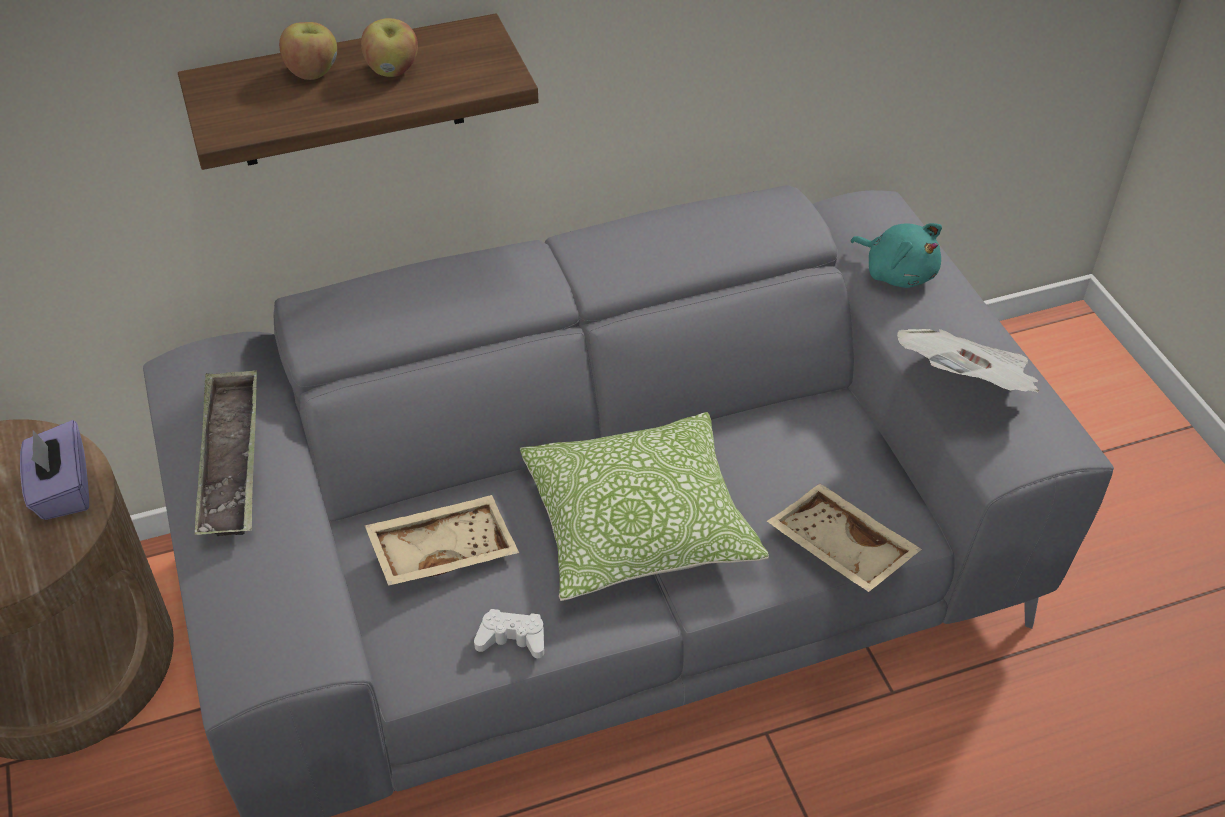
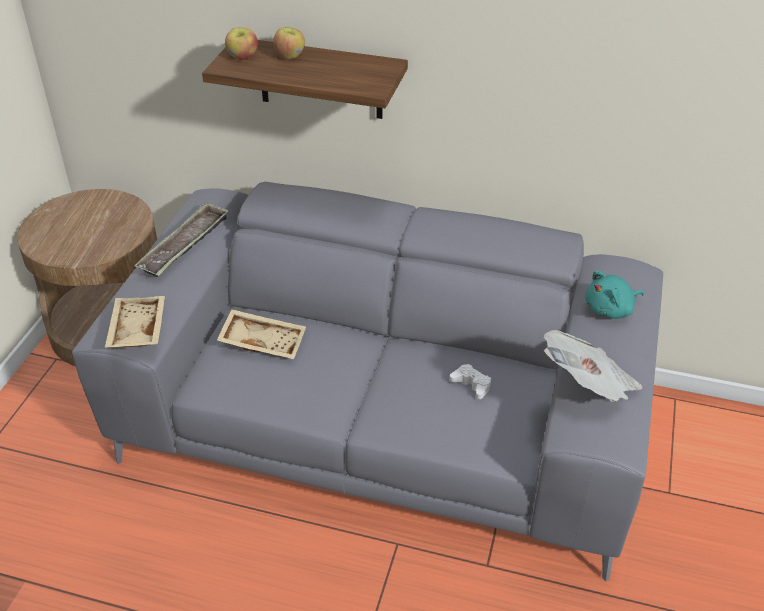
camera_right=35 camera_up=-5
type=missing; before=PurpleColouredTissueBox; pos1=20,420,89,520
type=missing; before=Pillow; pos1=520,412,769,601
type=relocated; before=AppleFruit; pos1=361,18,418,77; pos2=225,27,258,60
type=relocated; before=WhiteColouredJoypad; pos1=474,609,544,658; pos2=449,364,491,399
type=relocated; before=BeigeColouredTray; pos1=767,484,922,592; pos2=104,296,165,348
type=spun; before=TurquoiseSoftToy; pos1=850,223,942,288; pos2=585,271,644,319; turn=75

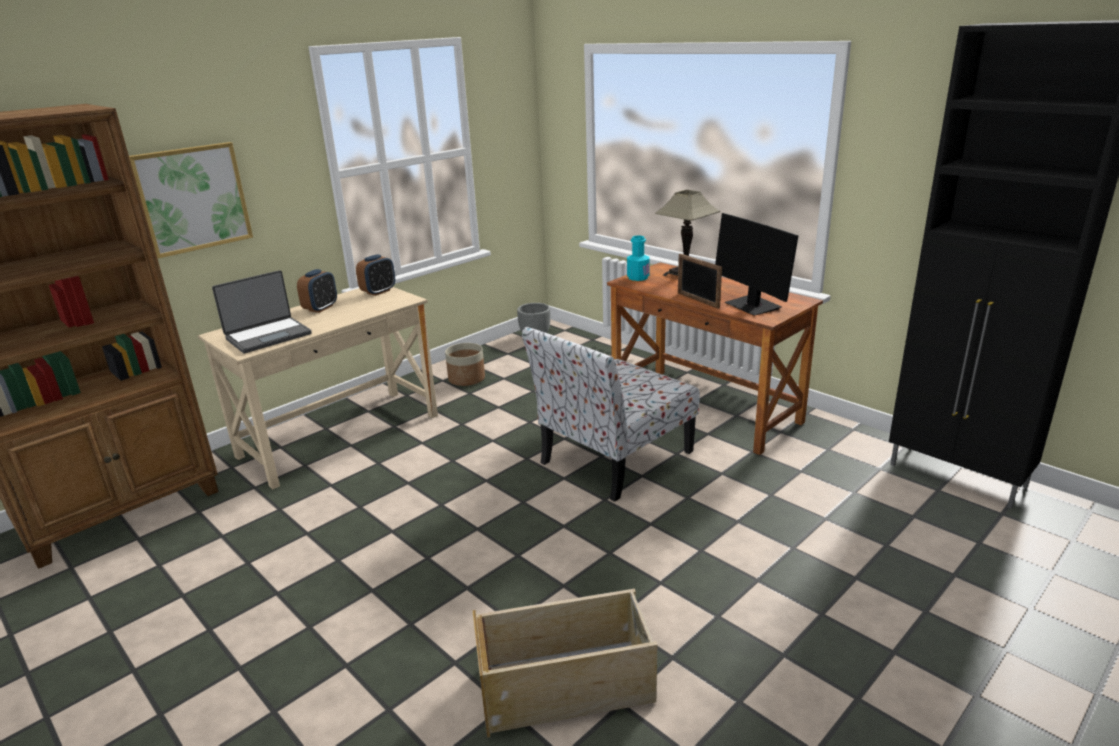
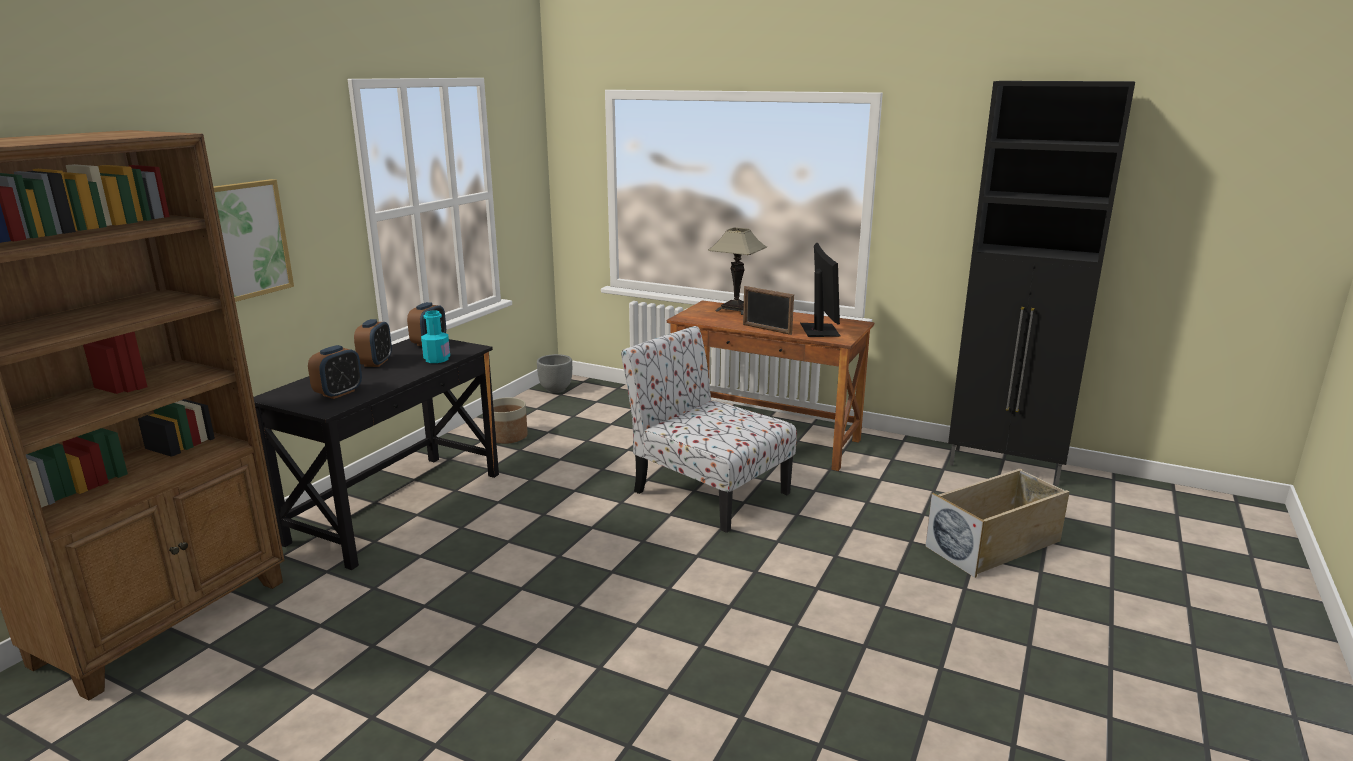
camera_right=-20 camera_up=-5
type=relocated; before=BeigeColouredStorageBin; pos1=472,589,657,738; pos2=925,468,1070,578
type=relocated; before=TurquoiseBottle; pos1=627,235,650,281; pos2=421,310,450,363
type=exchanged; before=NotebookComputer; after=BedsideClock; pos1=212,270,312,353; pos2=308,345,362,399
type=colour; before=BeigeColouredDeskUnit; after=BlackDeskUnit; pos1=198,287,438,489; pos2=253,338,499,570
type=spun; before=PlainChair; pos1=522,327,700,502; pos2=621,326,797,533; turn=105
type=spun; before=Monitor; pos1=715,213,798,316; pos2=800,243,840,337; turn=-135

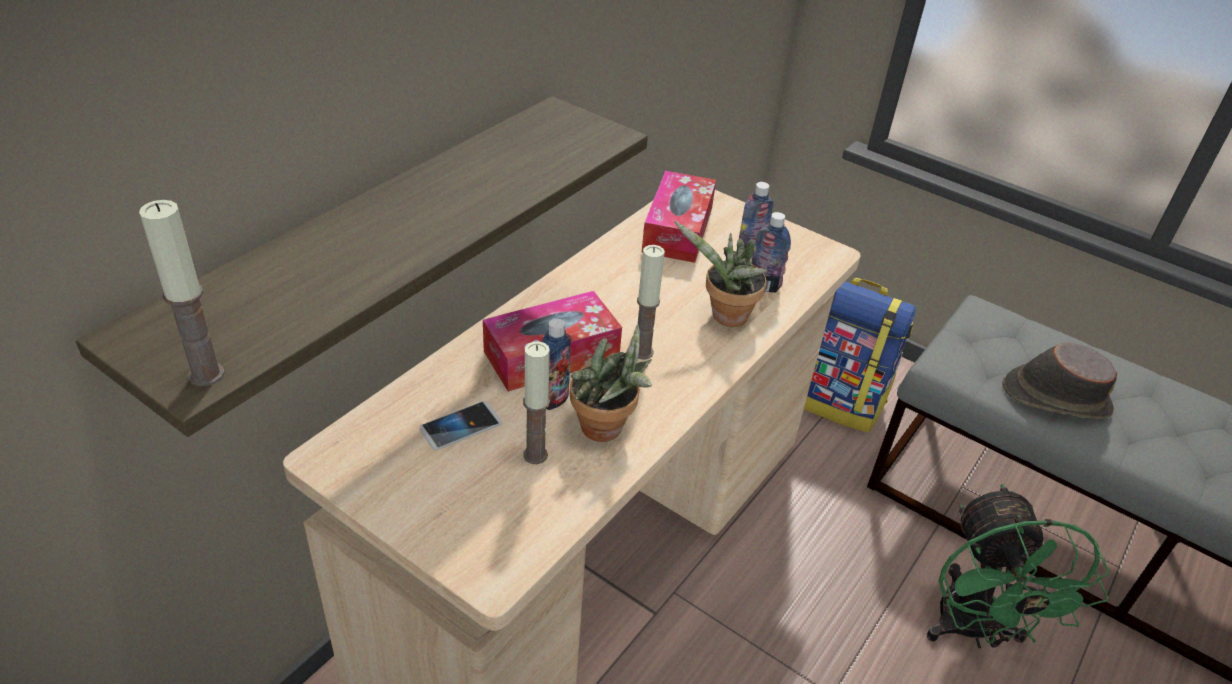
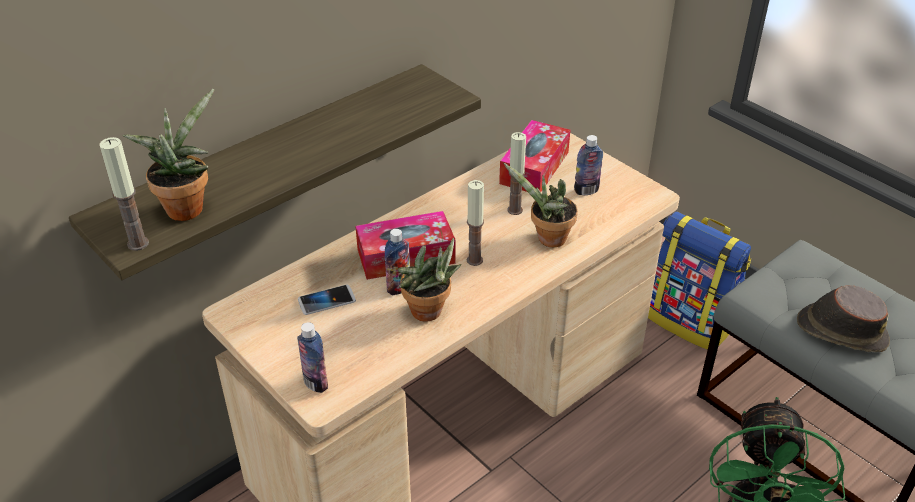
camera_right=15 camera_up=0
type=appeared; after=PlantInAPot; pos2=123,89,214,221
type=relocated; before=Candle; pos1=523,341,550,464; pos2=507,132,526,215
type=relocated; before=Bottle; pos1=752,212,791,293; pos2=297,322,328,393

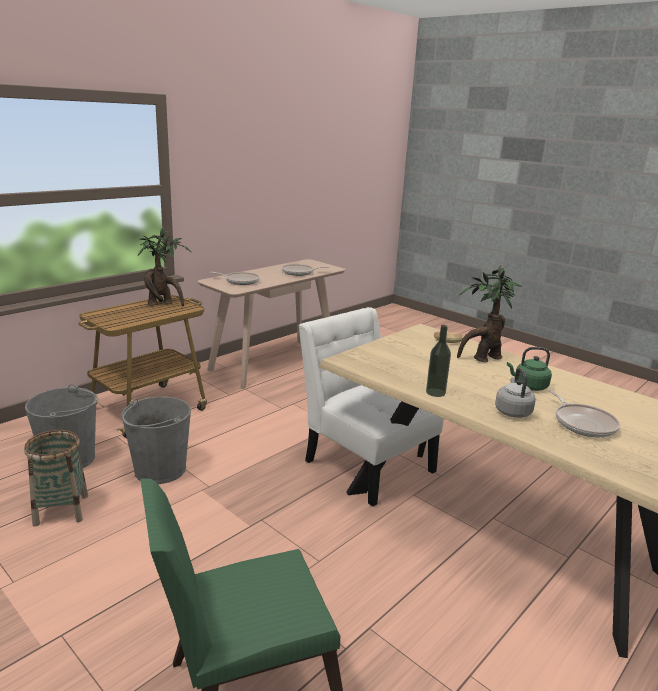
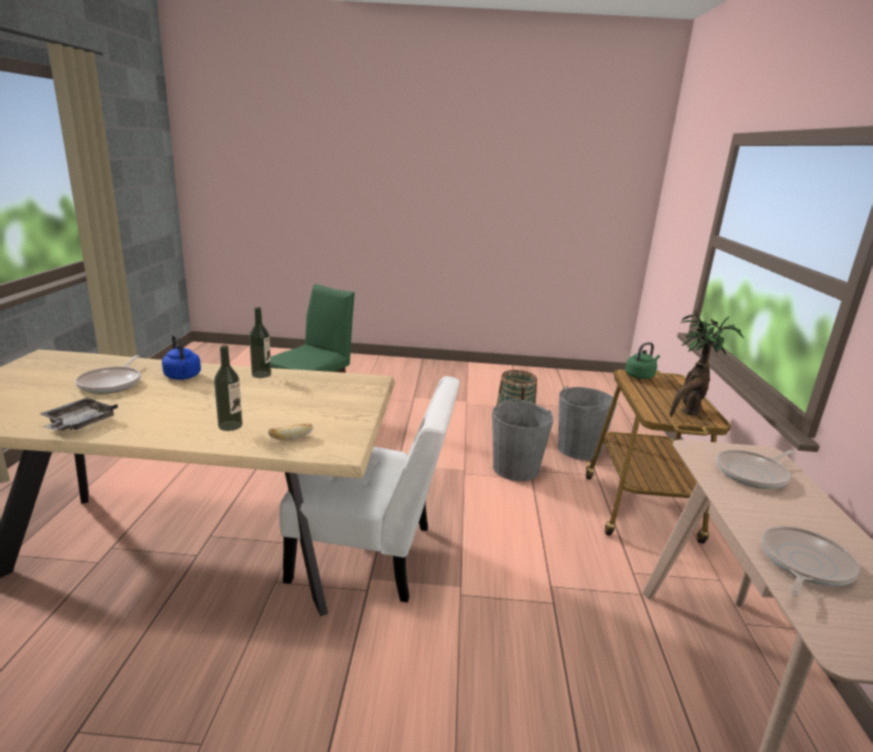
camera_right=140 camera_up=0
type=appeared; after=GreyTray; pos2=40,397,118,431
type=relocated; before=GreenKettle; pos1=507,347,552,391; pos2=625,342,660,379
type=exchanged; before=PlantInAPot; after=Bottle; pos1=457,265,522,362; pos2=214,345,242,431
type=colour; before=GreyKettle; after=BlueColouredKettle; pos1=495,368,536,418; pos2=162,334,201,380
type=spun; before=Skillet; pos1=547,389,620,437; pos2=75,355,141,394; turn=-120

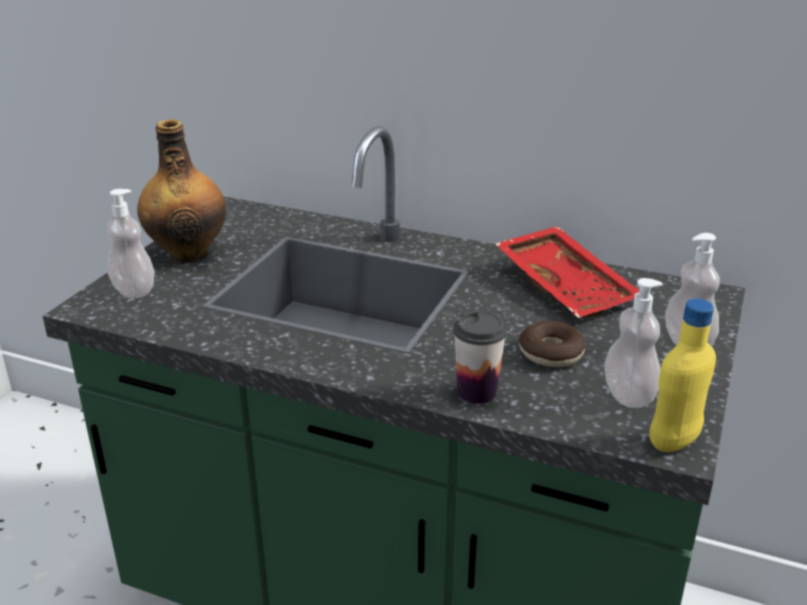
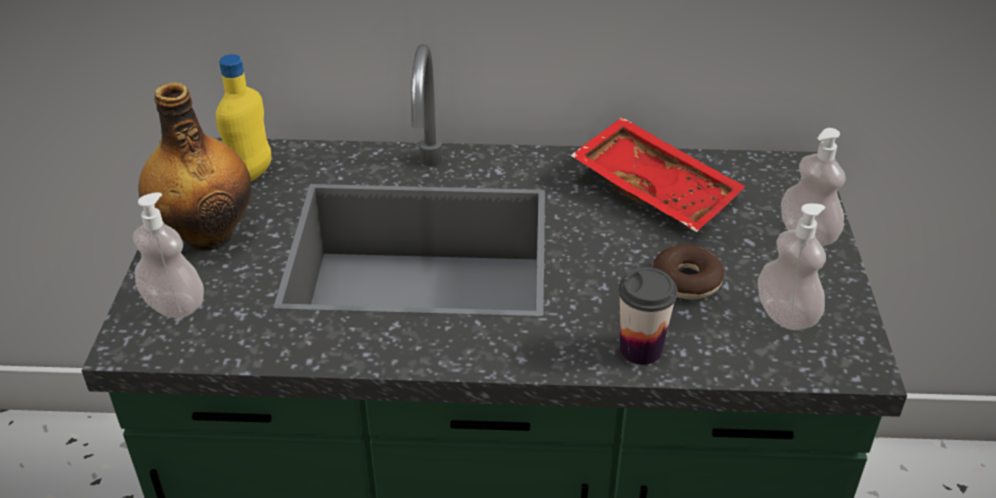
camera_right=-20 camera_up=10
type=relocated; before=YellowishBottle; pos1=649,299,716,452; pos2=216,54,272,181

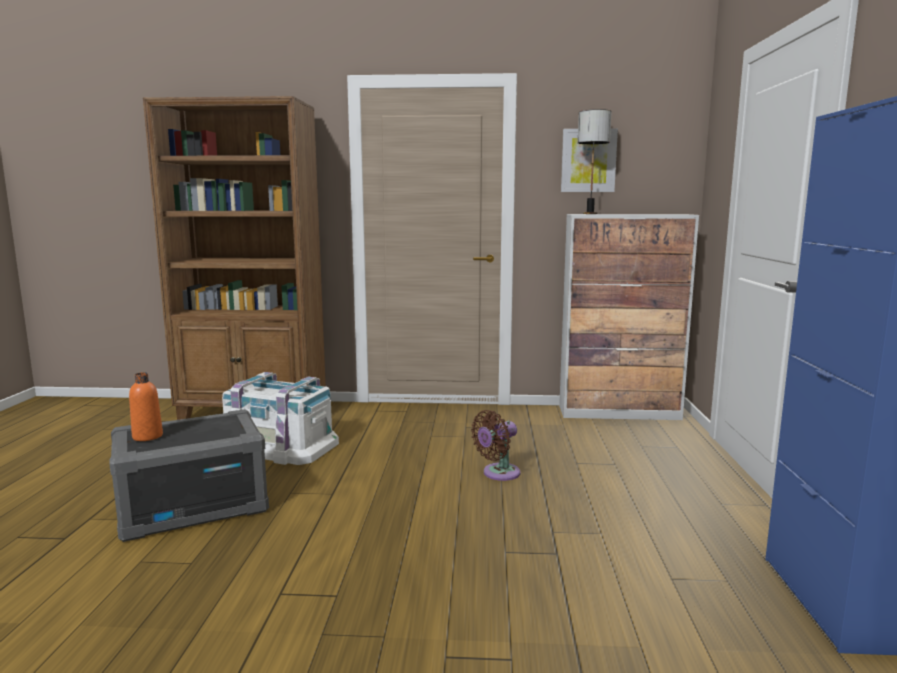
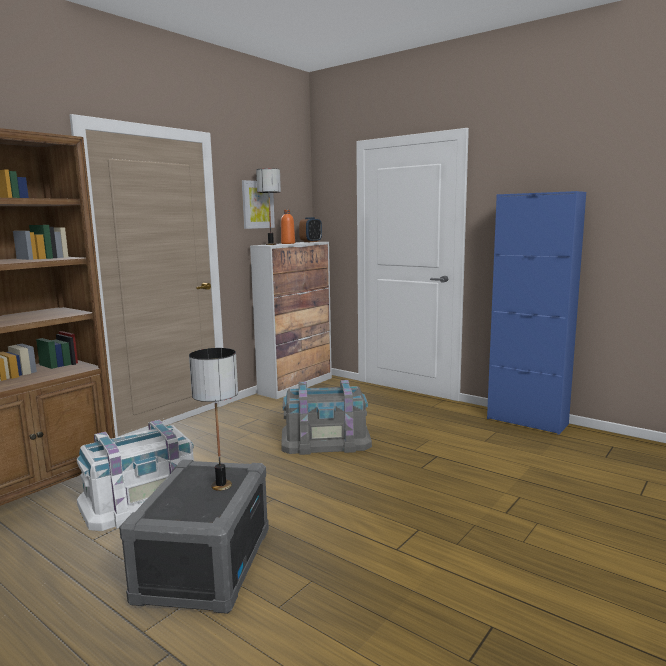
camera_right=-55 camera_up=0
type=appeared; after=LampForATable; pos2=189,348,238,491
type=appeared; after=BedsideClock; pos2=299,217,322,242
type=relocated; before=OrangeBottle; pos1=129,372,163,441; pos2=281,210,295,244
type=exchanged; before=BrownColouredCoolingFan; after=GreyStorageBin; pos1=471,410,520,481; pos2=281,380,372,455

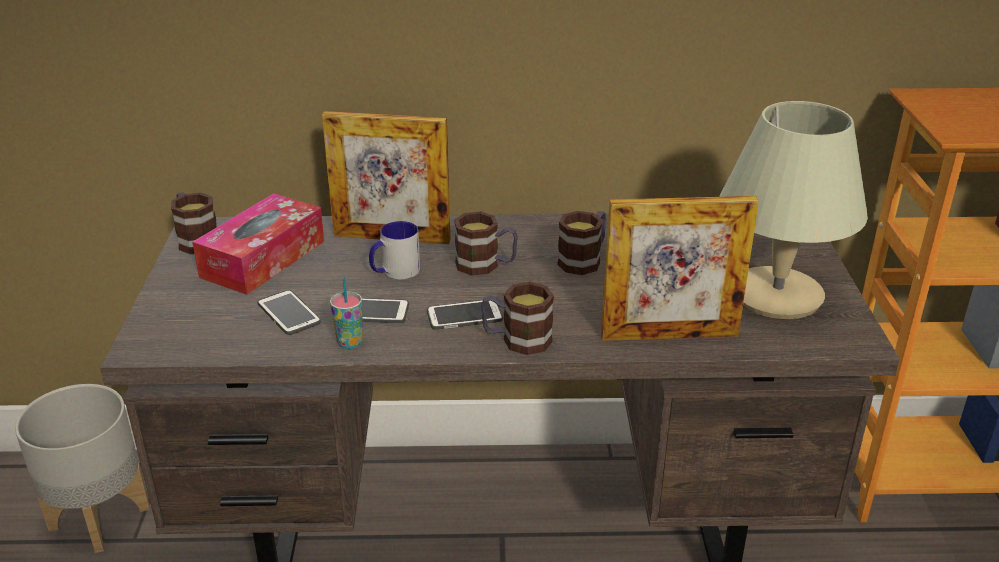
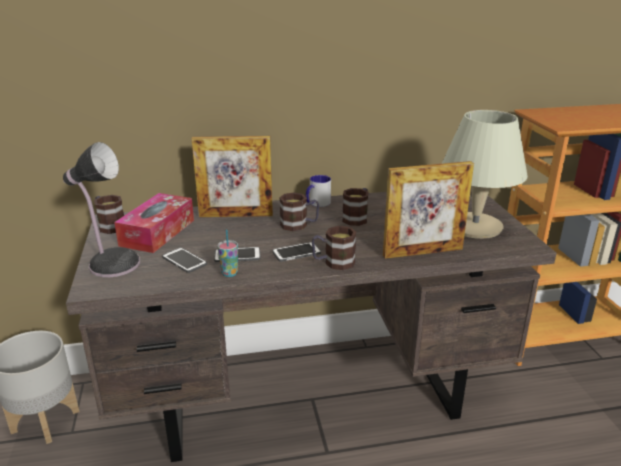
camera_right=-10 camera_up=-5
type=appeared; after=LampForATable; pos2=63,142,140,277
type=relocated; before=CoffeeMug; pos1=369,221,420,280; pos2=306,175,331,207

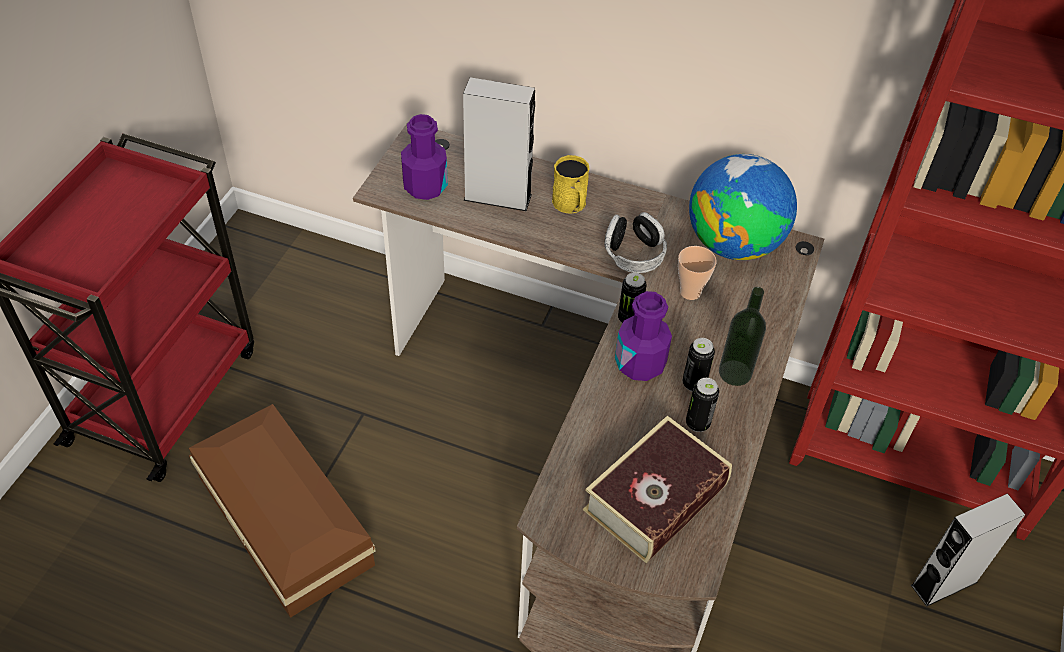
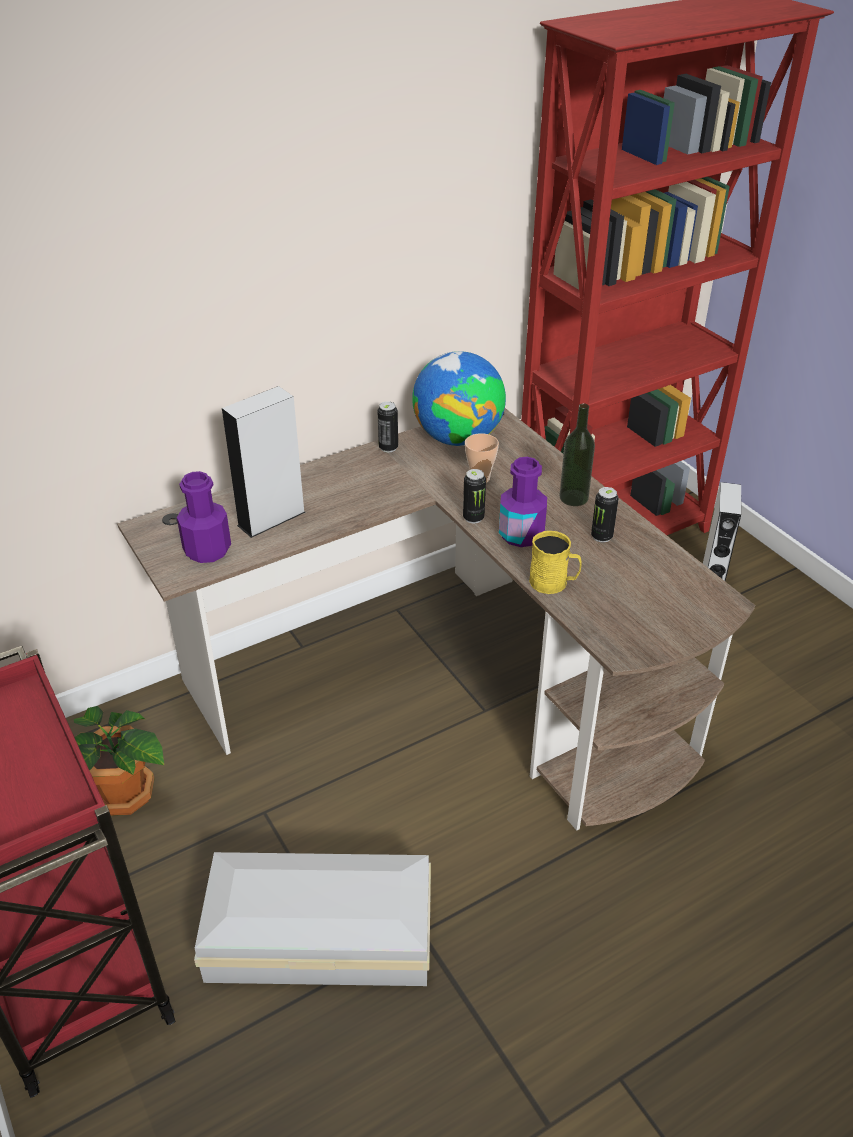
camera_right=-50 camera_up=-10
type=missing; before=BoundBook; pos1=583,416,732,564
type=missing; before=Headset; pos1=604,212,667,273
type=appeared; after=PlantInAPot; pos2=74,706,164,816
type=relocated; before=YellowishCoffeeMug; pos1=552,155,589,214; pos2=529,531,582,594
type=relocated; before=SealedCan; pos1=683,338,715,391; pos2=377,401,398,452
type=colour; before=BrownColouredStorageBin; after=WhiteColouredStorageBin; pos1=189,404,375,618; pos2=194,852,431,986

